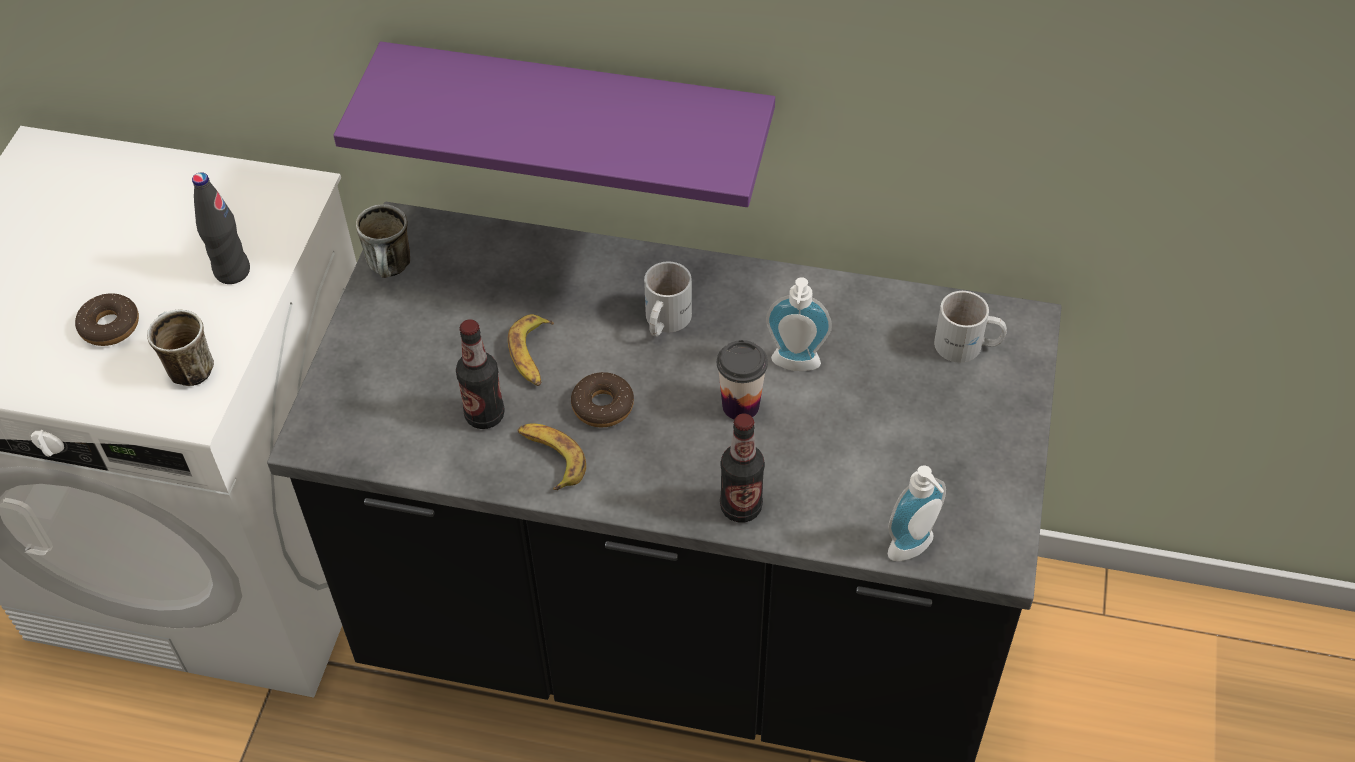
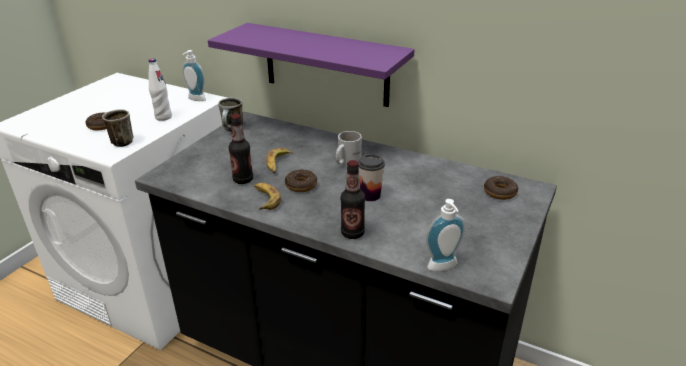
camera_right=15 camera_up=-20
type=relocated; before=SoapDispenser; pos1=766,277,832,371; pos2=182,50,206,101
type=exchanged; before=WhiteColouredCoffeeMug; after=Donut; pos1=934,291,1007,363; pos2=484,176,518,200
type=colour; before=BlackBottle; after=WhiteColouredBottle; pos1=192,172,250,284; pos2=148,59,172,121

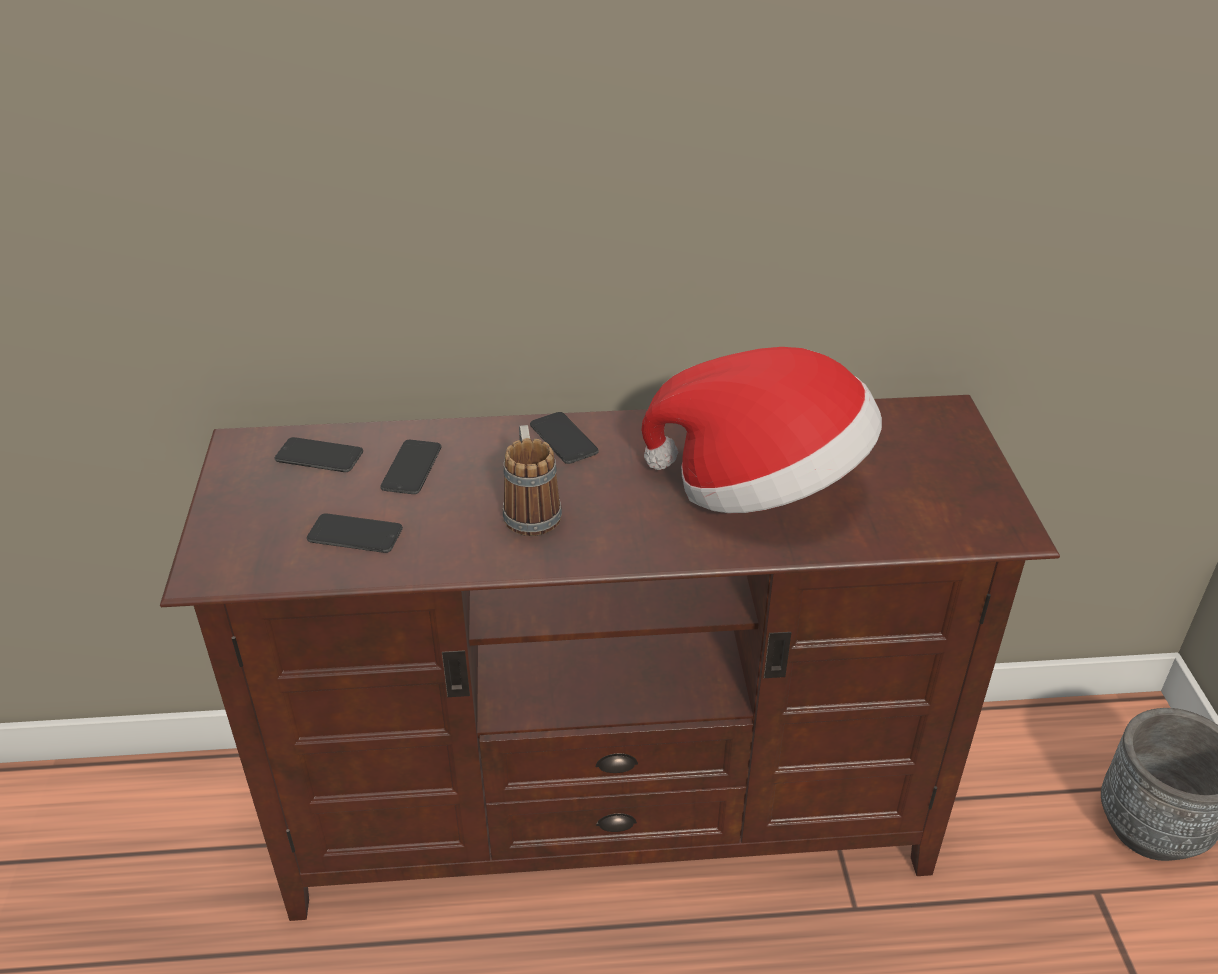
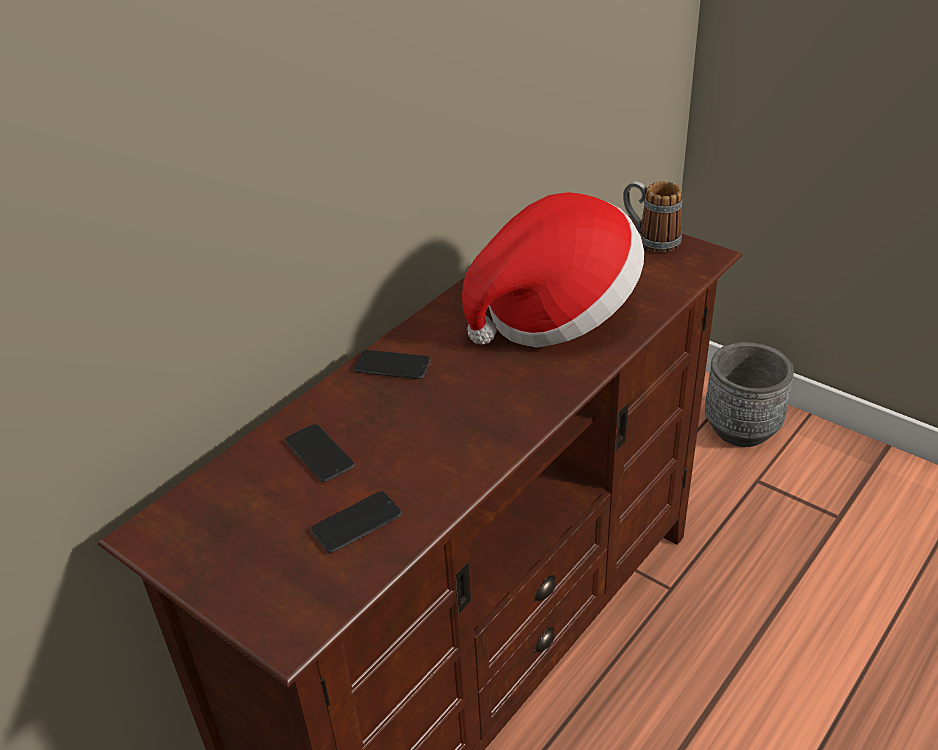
camera_right=-45 camera_up=0
type=missing; before=Phone; pos1=275,437,363,472
type=relocated; before=CoffeeMug; pos1=503,425,562,536; pos2=623,181,682,253

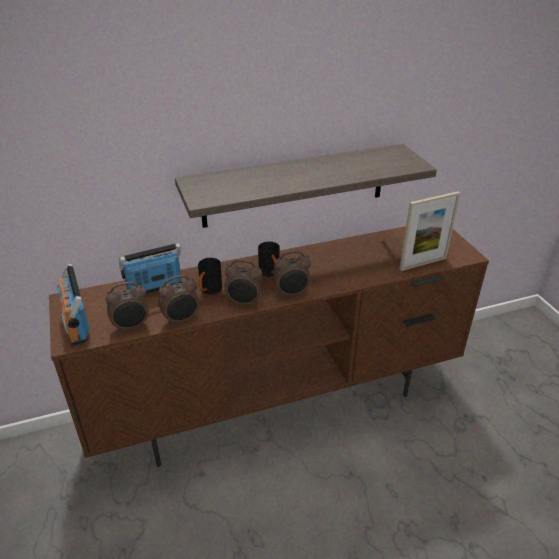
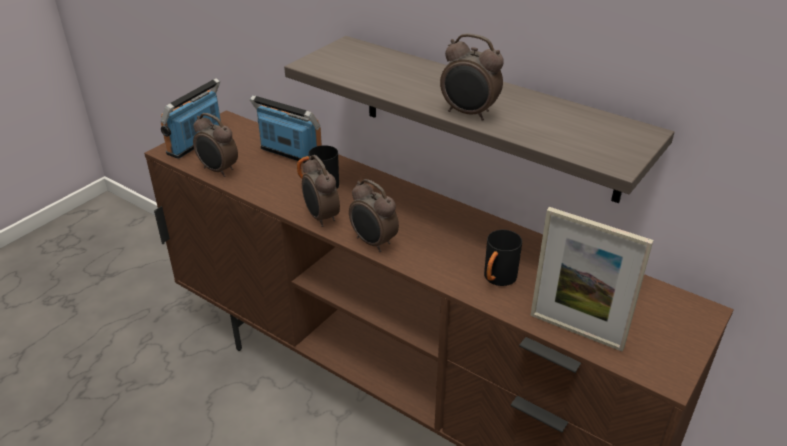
camera_right=55 camera_up=0
type=relocated; before=BedsideClock; pos1=158,275,200,326; pos2=440,33,504,121
type=relocated; before=BlackCoffeeMug; pos1=258,241,280,277; pos2=484,230,522,286

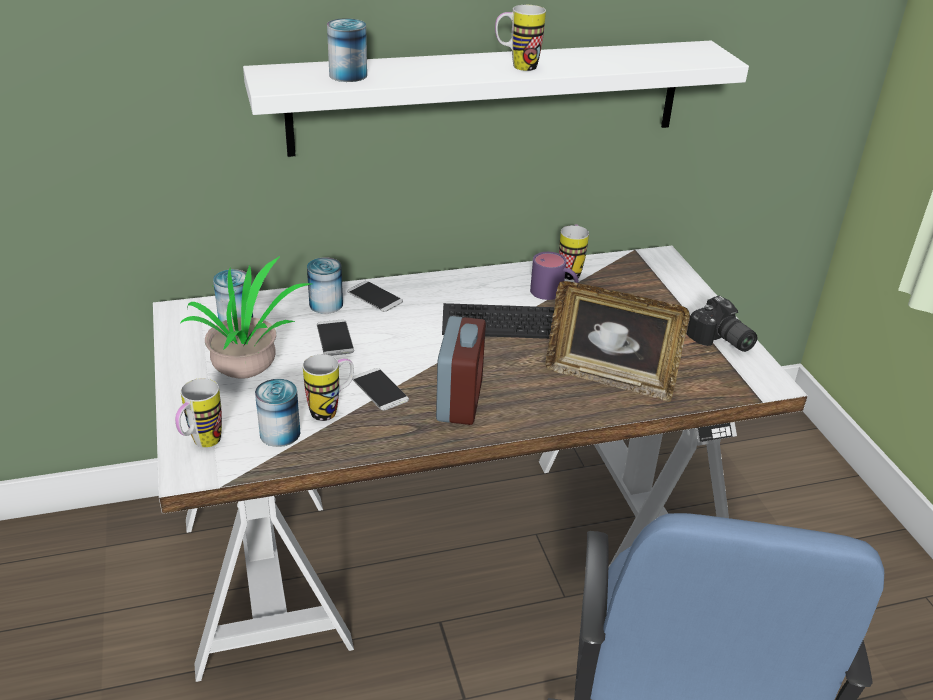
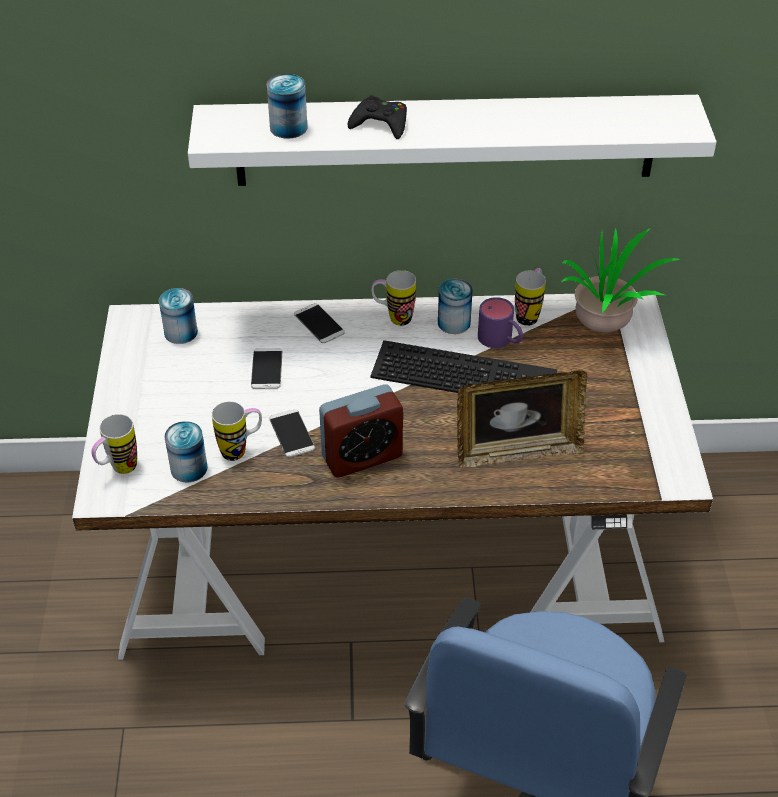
camera_right=15 camera_up=10
type=missing; before=PhotoCamera; pos1=687,296,757,352
type=appeared; after=BlackJoypad; pos2=348,95,407,139
type=relocated; before=PlantInAPot; pos1=180,256,311,379; pos2=561,228,681,332
type=relocated; before=SealedCan; pos1=307,257,343,314; pos2=438,279,473,334
type=relocated; before=CoffeeMug; pos1=495,5,546,71; pos2=371,270,416,326
type=spun; before=BedsideClock; pos1=436,316,486,425; pos2=319,384,403,478; turn=45
type=spun; before=PictureFrame; pos1=546,281,690,402; pos2=457,371,587,468; turn=-45

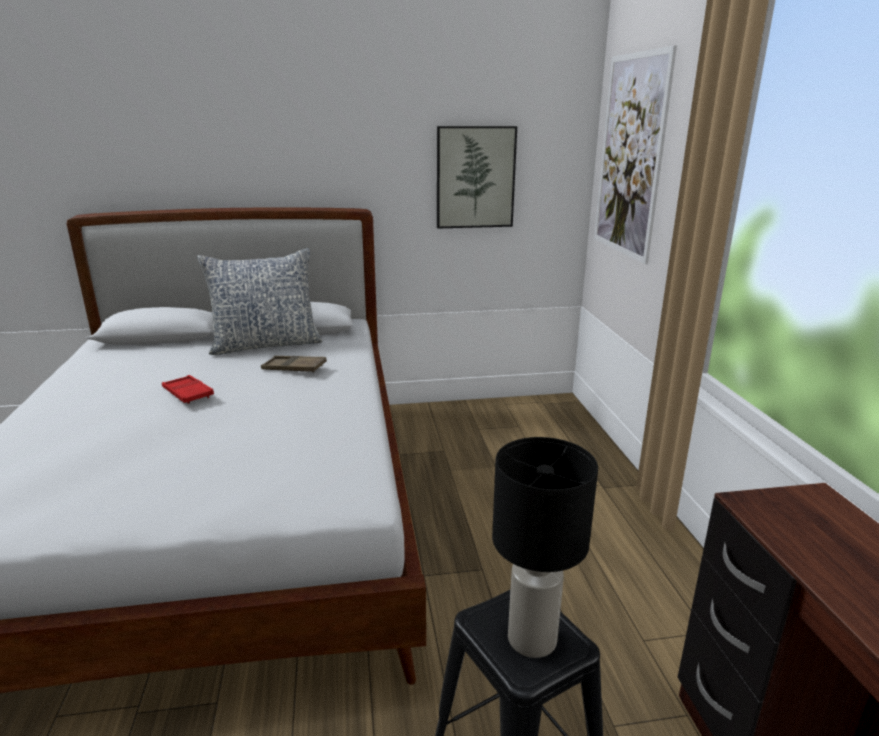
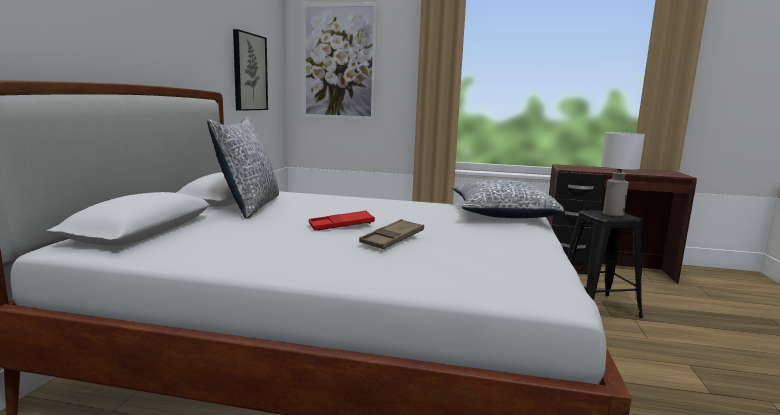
camera_right=-70 camera_up=-10
type=appeared; after=Pillow; pos2=452,179,564,218
type=relocated; before=BrownColouredTray; pos1=261,356,327,373; pos2=359,219,424,249
type=colour; before=BlackLampForATable; after=WhiteColouredLampForATable; pos1=492,437,598,658; pos2=601,132,645,216

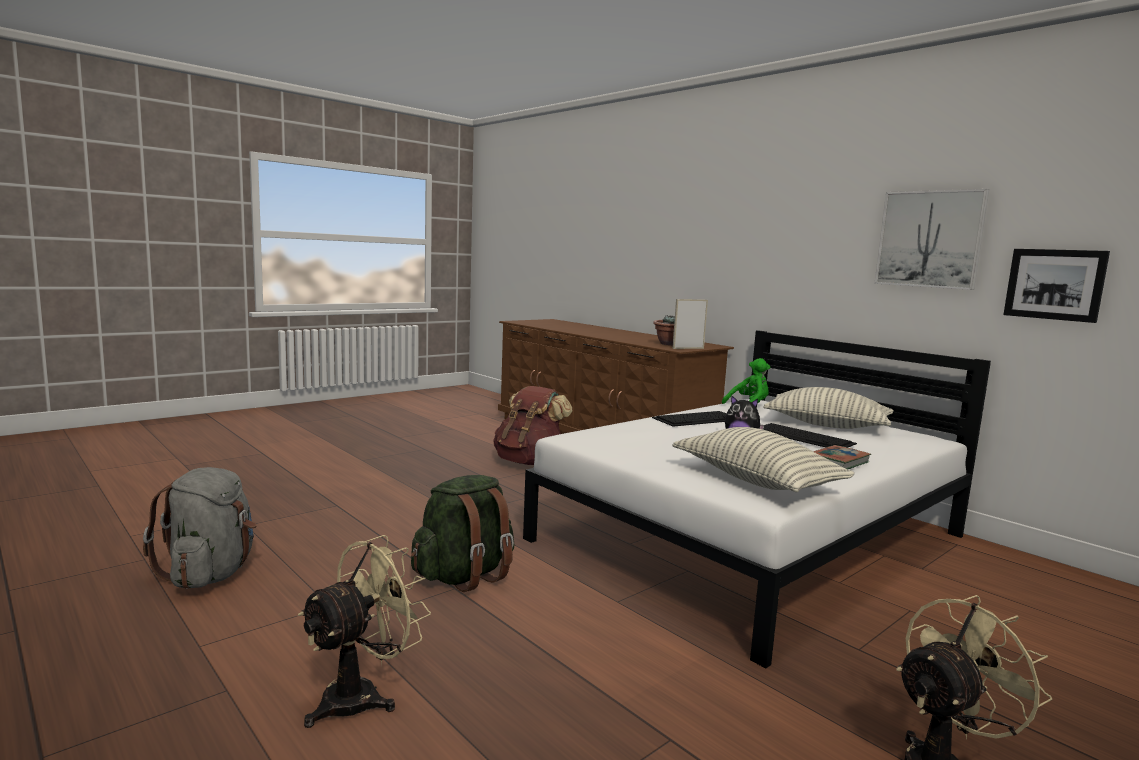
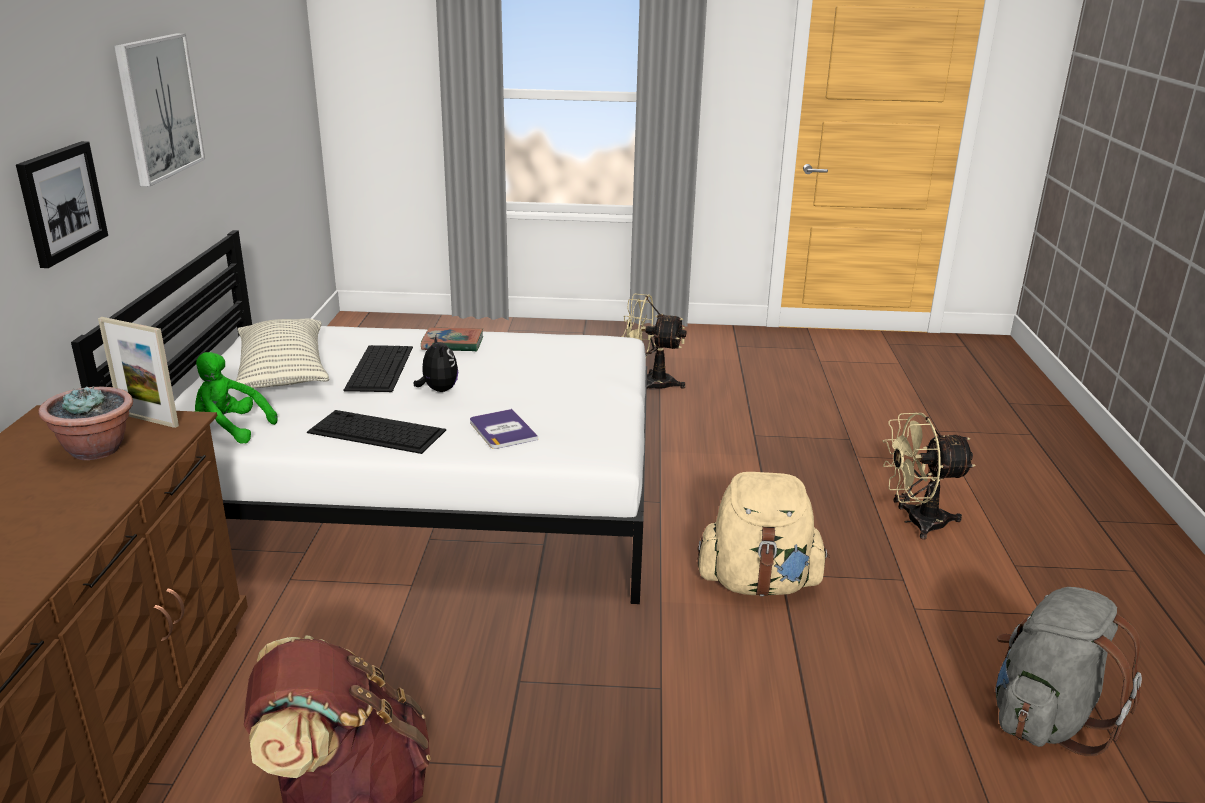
camera_right=-135 camera_up=15
type=missing; before=Pillow; pos1=672,427,855,492
type=appeared; after=BoundBook; pos2=470,409,538,449
type=relocated; before=WallPicture; pos1=1003,249,1110,323; pos2=16,141,108,268
type=colour; before=GreenKnapsack; after=BeigeColouredKnapsack; pos1=411,475,514,592; pos2=697,472,830,596

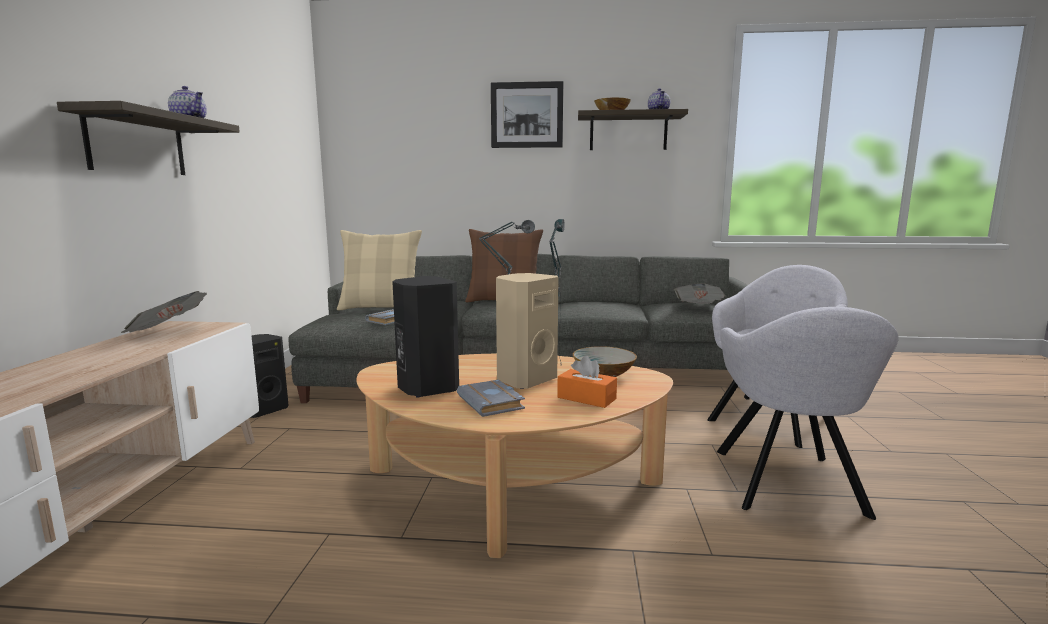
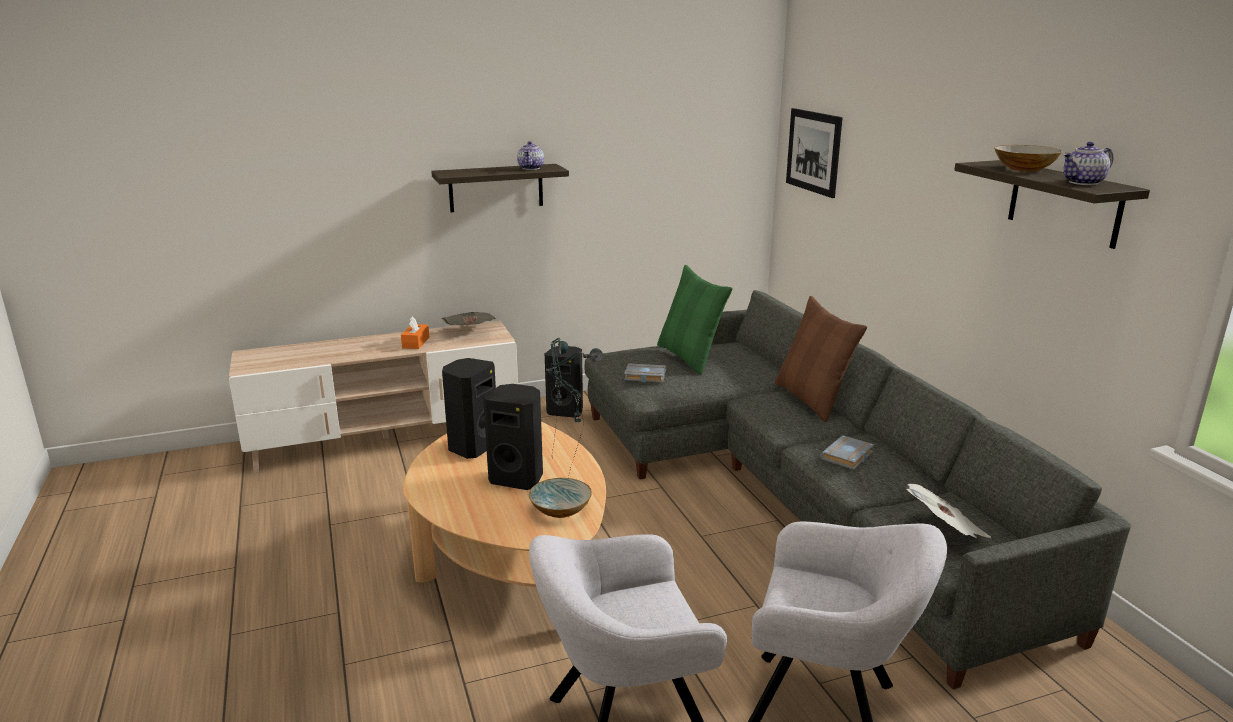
camera_right=65 camera_up=10
type=relocated; before=GreyBoundBook; pos1=457,379,525,417; pos2=820,435,874,470
type=relocated; before=WallPicture; pos1=491,81,563,148; pos2=786,108,843,198
type=relocated; before=OrangeTissueBox; pos1=557,356,617,408; pos2=401,316,429,349
type=colour; before=BeigeColouredPillow; after=GreenPillow; pos1=337,230,422,310; pos2=657,265,732,375
type=colour; before=BeigeColouredLoudspeaker; after=BlackLoudspeaker; pos1=496,273,559,389; pos2=483,384,543,490

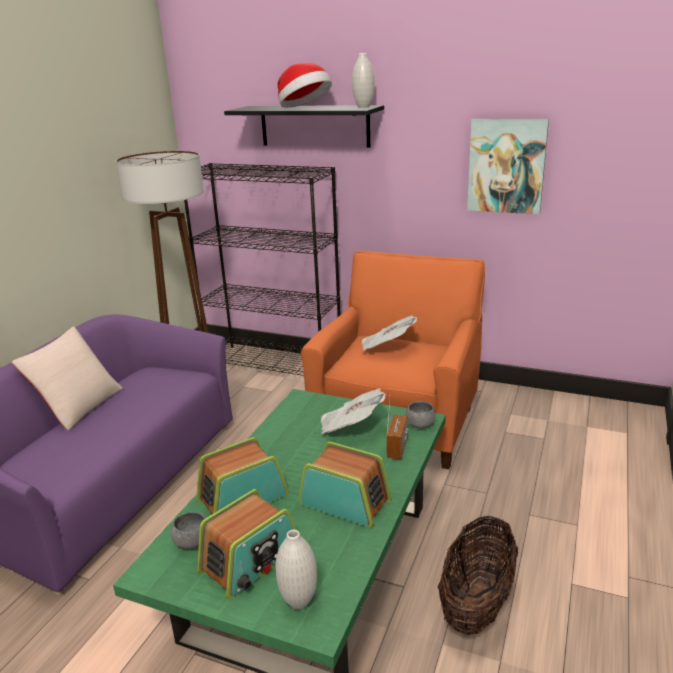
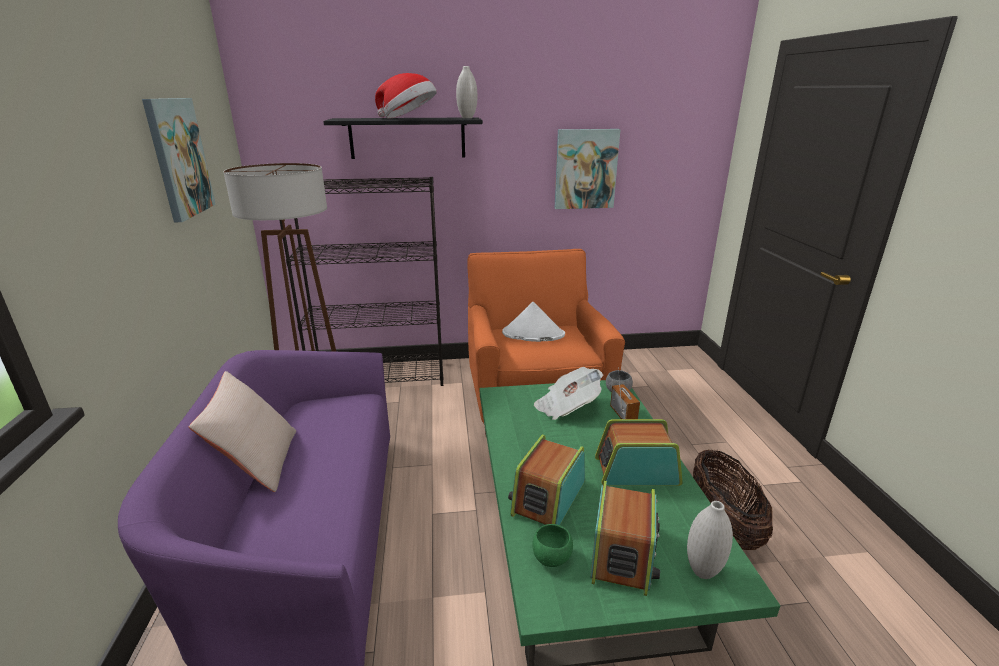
camera_right=-30 camera_up=0
type=appeared; after=WallPicture; pos2=142,98,216,222
type=exchanged; before=PrintedPaper; after=WhiteColouredWearableHat; pos1=362,315,417,351; pos2=502,302,565,342
type=colour; before=GreyBowl; after=GreenBowl; pos1=171,512,206,550; pos2=532,524,573,567

